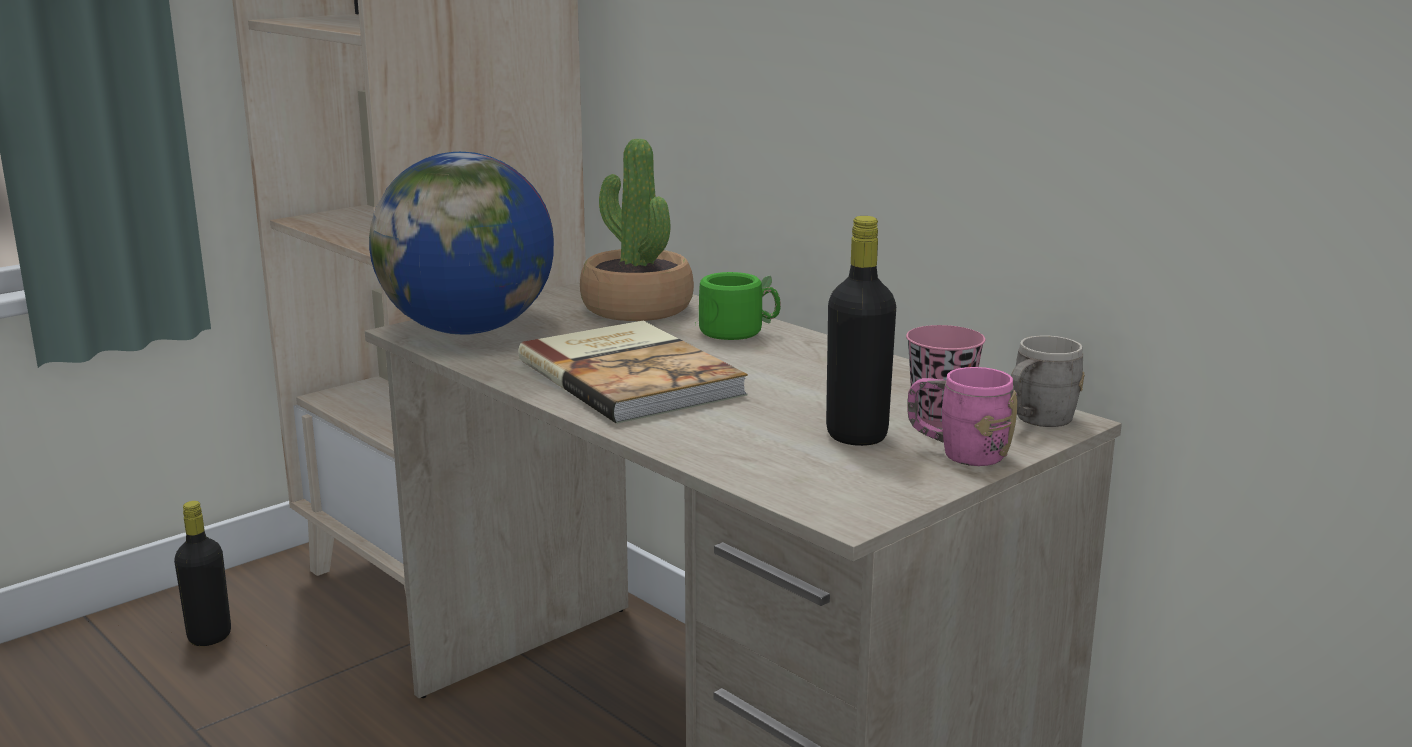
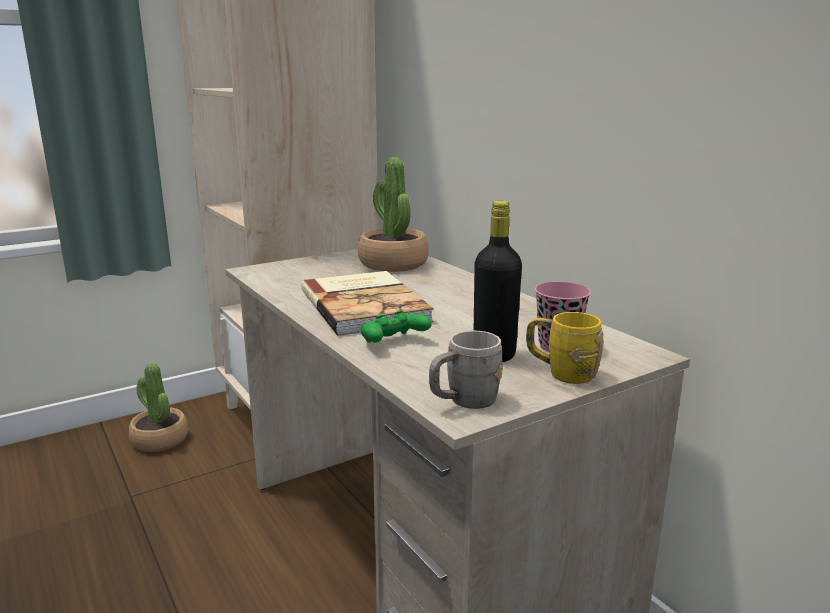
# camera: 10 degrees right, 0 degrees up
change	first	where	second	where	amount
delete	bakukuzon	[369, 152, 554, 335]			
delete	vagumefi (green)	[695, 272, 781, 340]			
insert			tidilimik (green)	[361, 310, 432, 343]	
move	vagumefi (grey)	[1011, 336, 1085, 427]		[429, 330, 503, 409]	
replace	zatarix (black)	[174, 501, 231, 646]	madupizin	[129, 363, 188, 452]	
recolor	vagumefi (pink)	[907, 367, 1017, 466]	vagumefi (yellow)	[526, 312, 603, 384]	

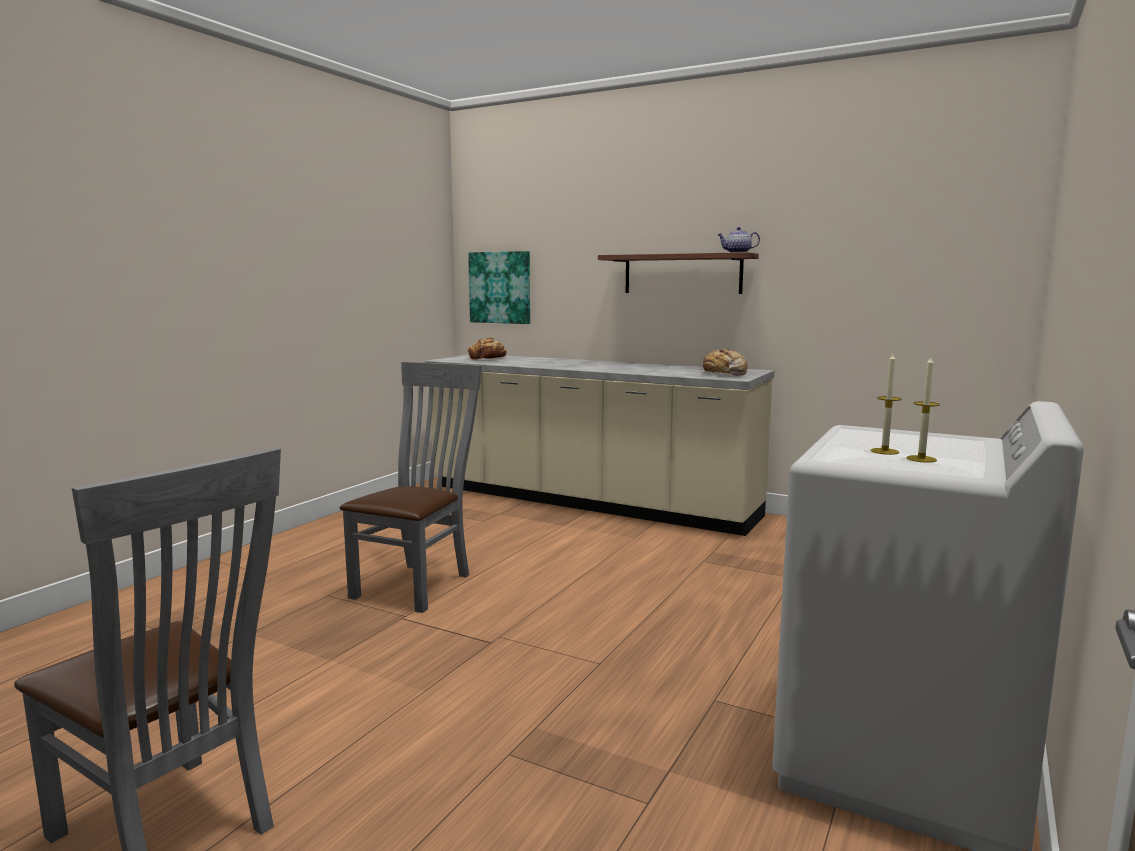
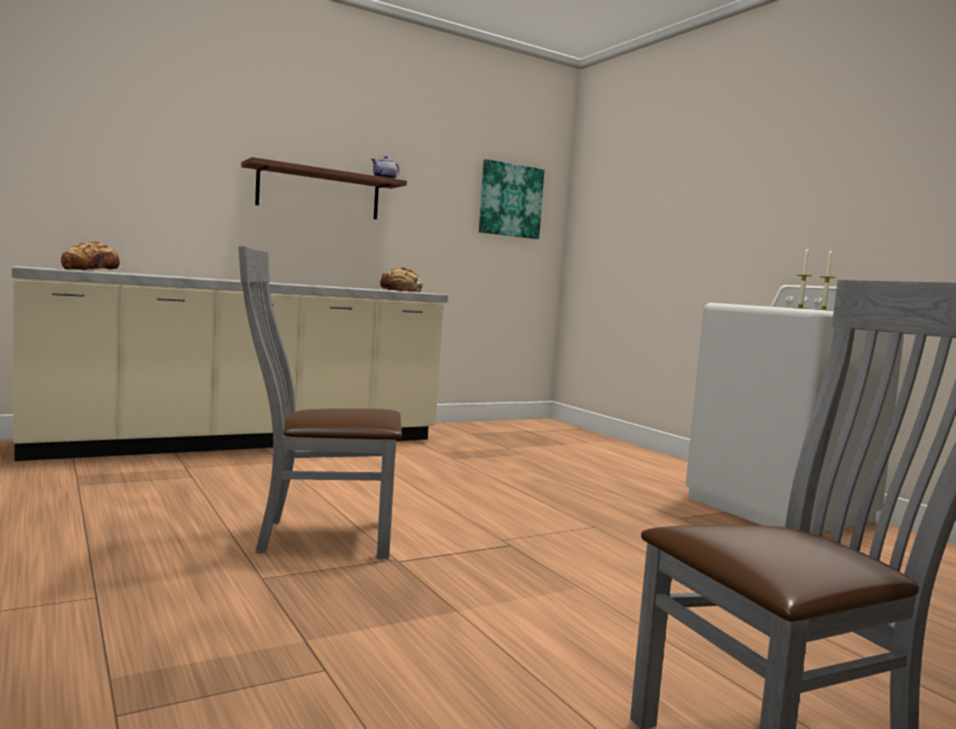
# camera: 60 degrees left, 5 degrees down
change	first	where	second	where	amount
move	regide	[468, 251, 530, 324]		[479, 159, 544, 239]	
rotate	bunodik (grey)	[340, 362, 482, 613]		[238, 246, 402, 559]	60 degrees counterclockwise

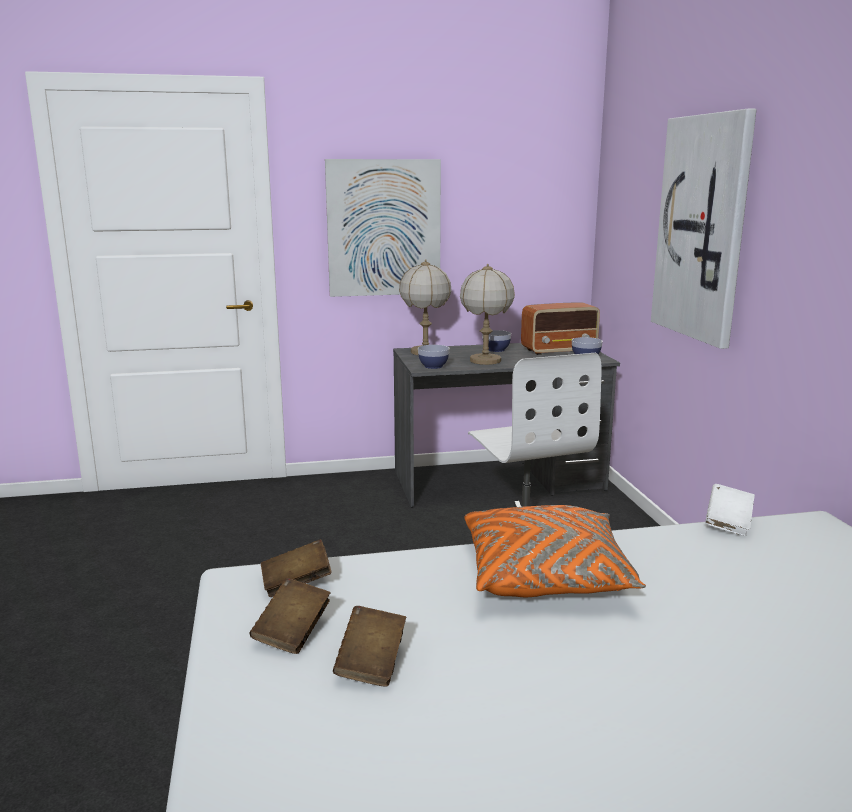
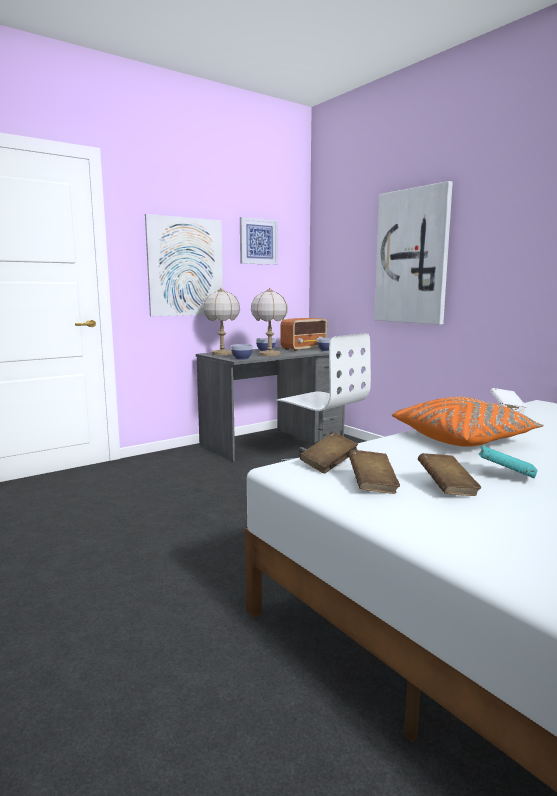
# camera: 25 degrees left, 5 degrees down
change	first	where	second	where	amount
insert			regide	[240, 217, 278, 265]	
insert			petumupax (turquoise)	[479, 445, 538, 478]	

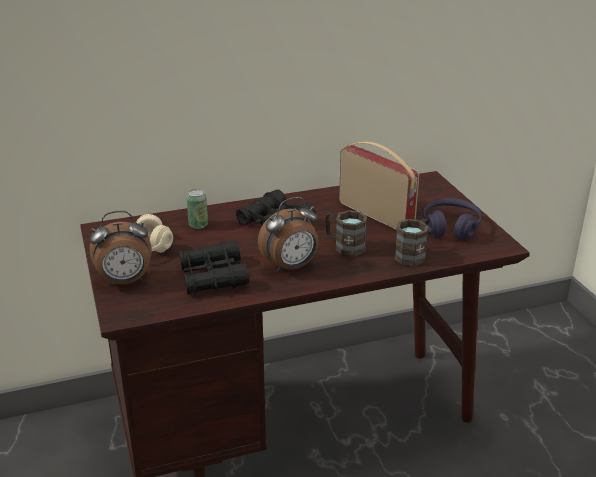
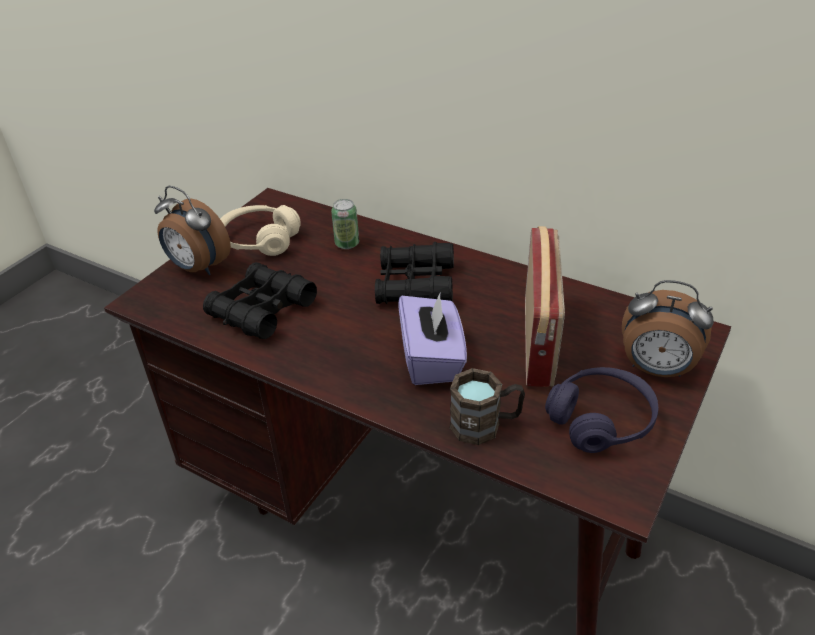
# camera: 50 degrees right, 10 degrees up
change	first	where	second	where	amount
move	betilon	[258, 197, 319, 272]		[622, 280, 714, 377]	
replace	vagumefi (brown)	[325, 210, 367, 257]	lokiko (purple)	[398, 291, 467, 385]	

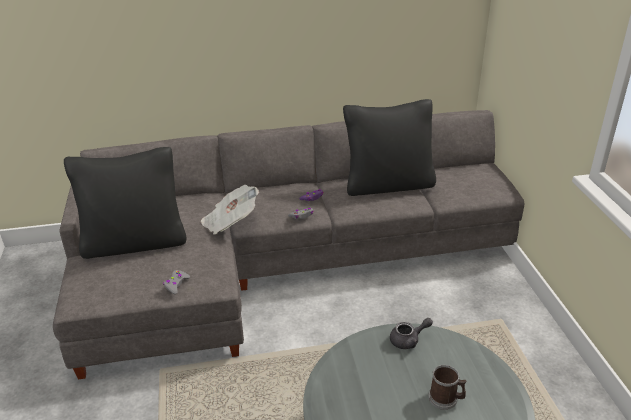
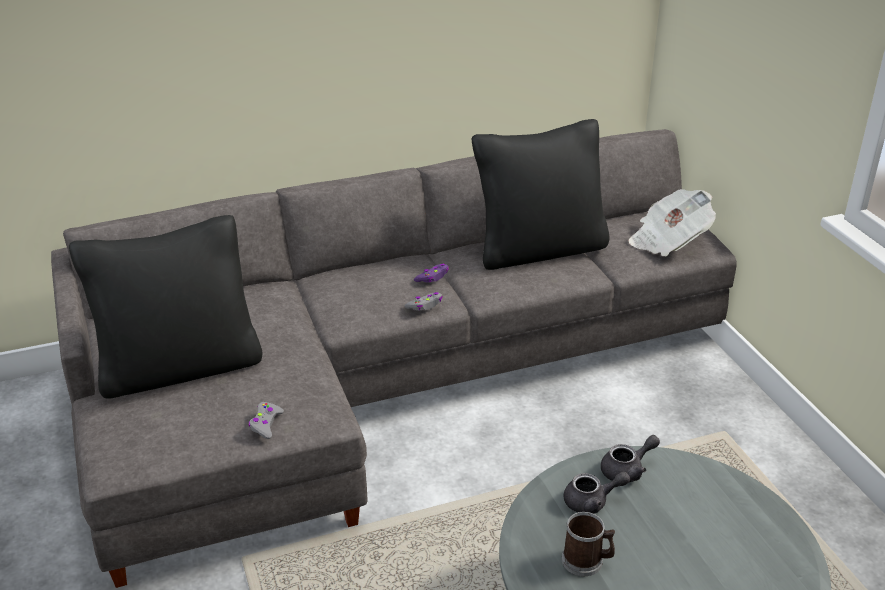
# camera: 10 degrees left, 0 degrees up
change	first	where	second	where	amount
insert			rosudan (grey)	[564, 472, 630, 514]	
move	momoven	[201, 185, 259, 235]		[628, 189, 716, 256]	
move	vagumefi	[428, 365, 466, 410]		[562, 512, 615, 576]	

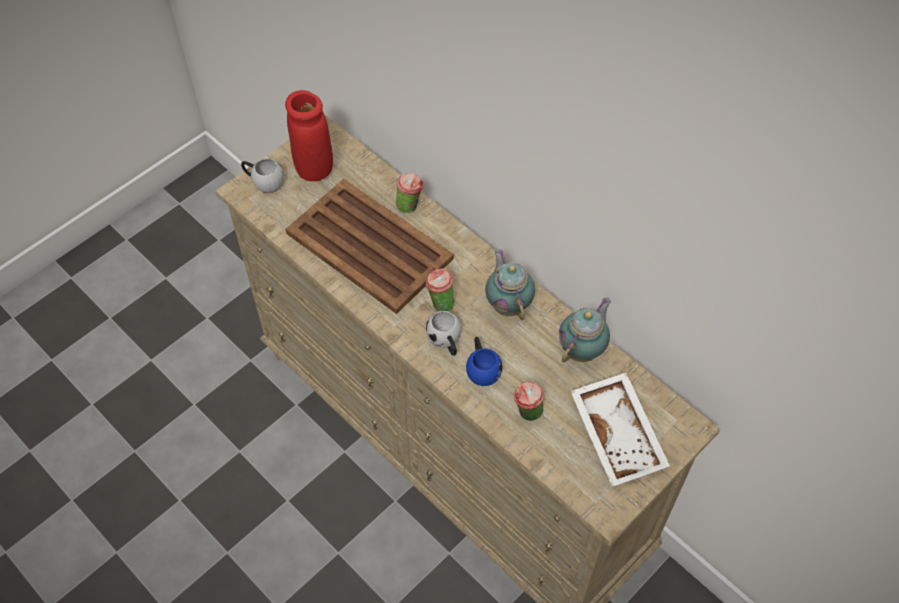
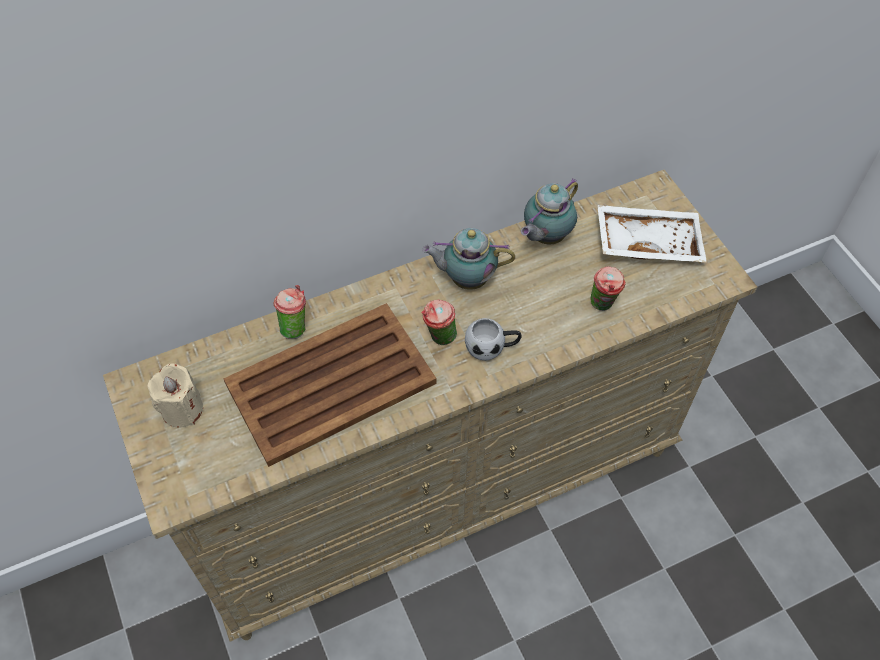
# camera: 70 degrees left, 0 degrees up
change	first	where	second	where	amount
delete	vagumefi (white)	[241, 158, 284, 193]			
delete	vagumefi (blue)	[466, 337, 502, 386]			
replace	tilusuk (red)	[285, 90, 333, 181]	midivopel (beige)	[148, 364, 203, 428]	
rotate	rosudan	[559, 298, 611, 362]		[521, 179, 578, 244]	105 degrees counterclockwise

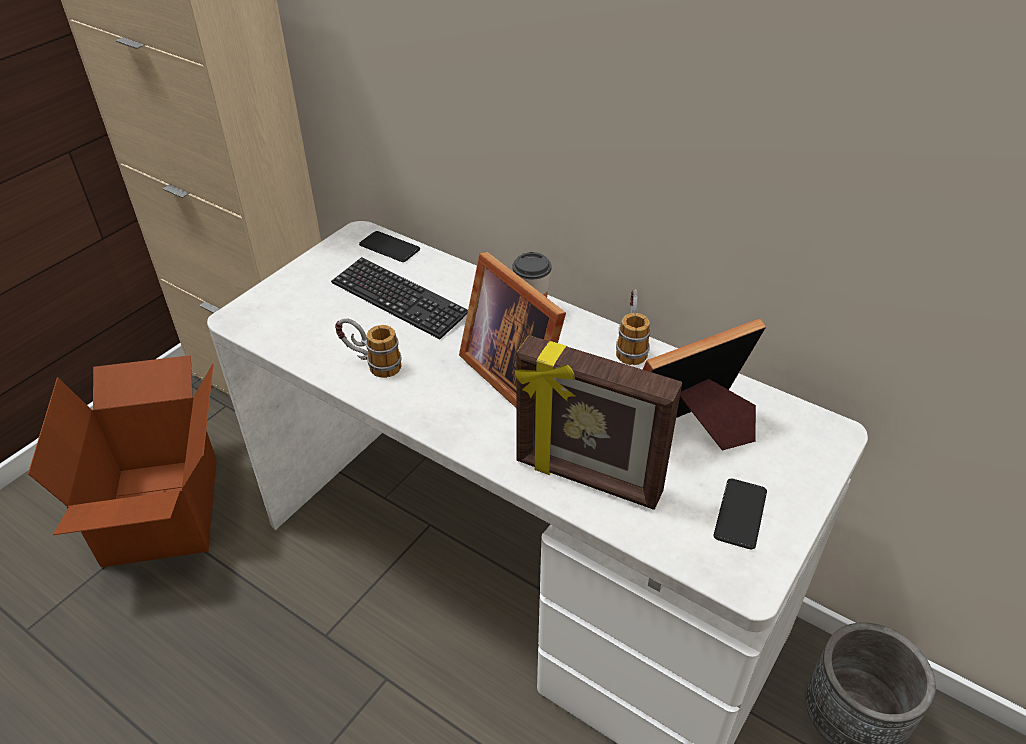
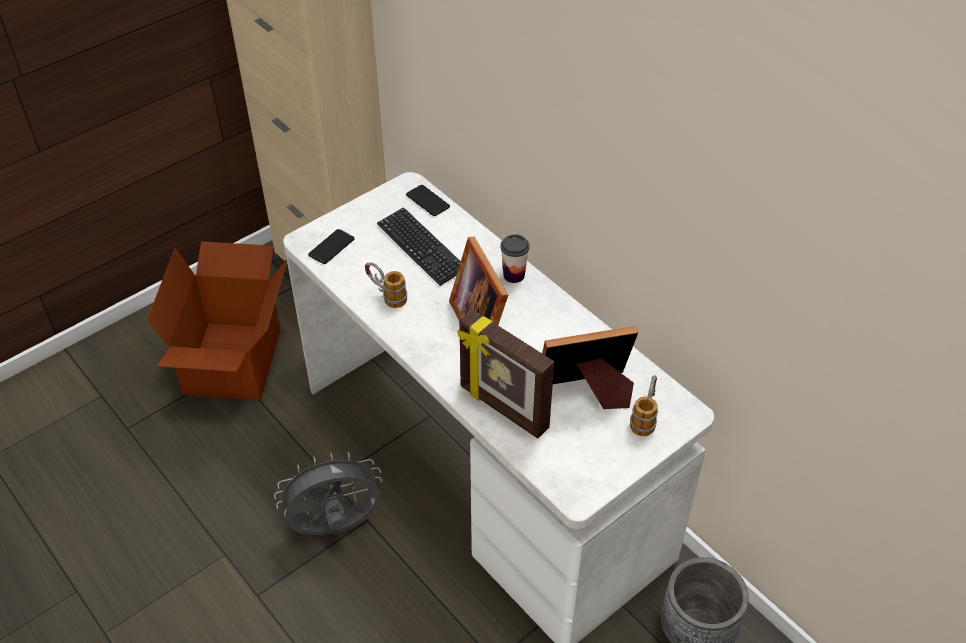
# camera: 15 degrees right, 5 degrees up
change	first	where	second	where	amount
insert			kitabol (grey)	[274, 452, 382, 535]	
move	vagumefi	[616, 289, 651, 365]		[630, 375, 658, 436]	
move	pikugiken	[713, 479, 767, 549]		[308, 229, 355, 264]	

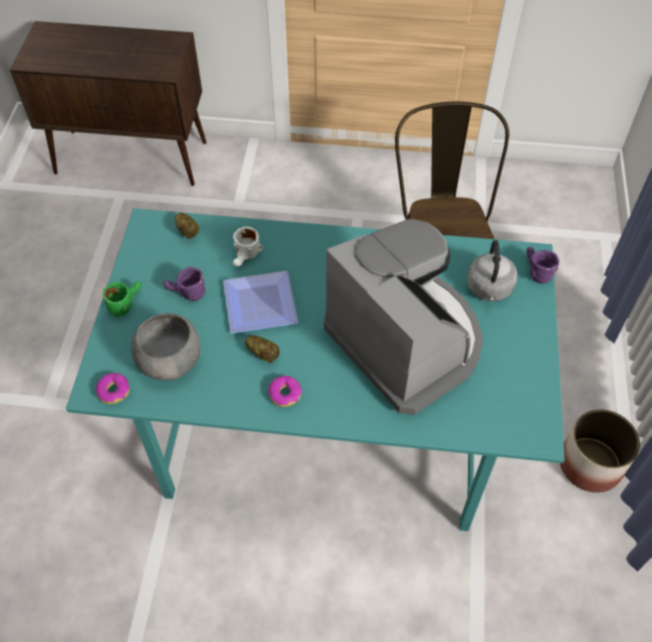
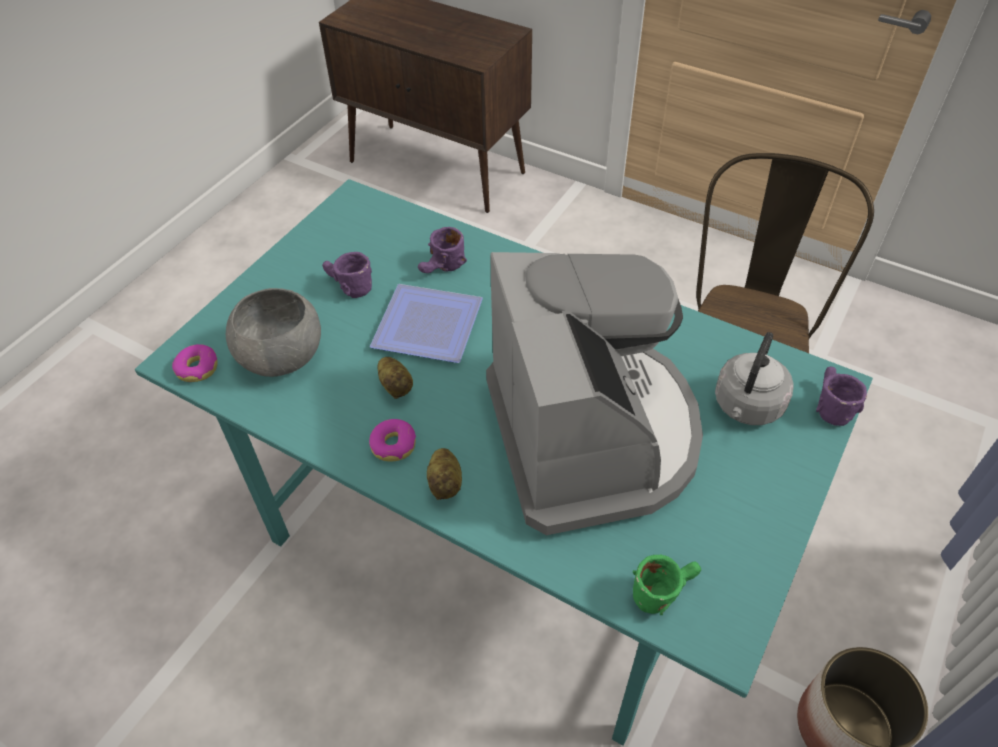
# camera: 25 degrees right, 5 degrees down
change	first	where	second	where	amount
move	vagumefi (green)	[103, 281, 142, 317]		[633, 555, 701, 615]	
move	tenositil	[175, 213, 199, 239]		[427, 448, 462, 500]	
recolor	vagumefi (white)	[233, 227, 263, 266]	vagumefi (purple)	[418, 227, 467, 273]	

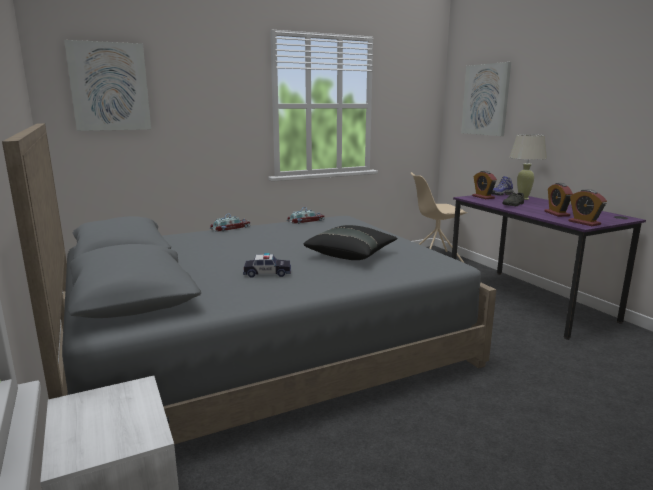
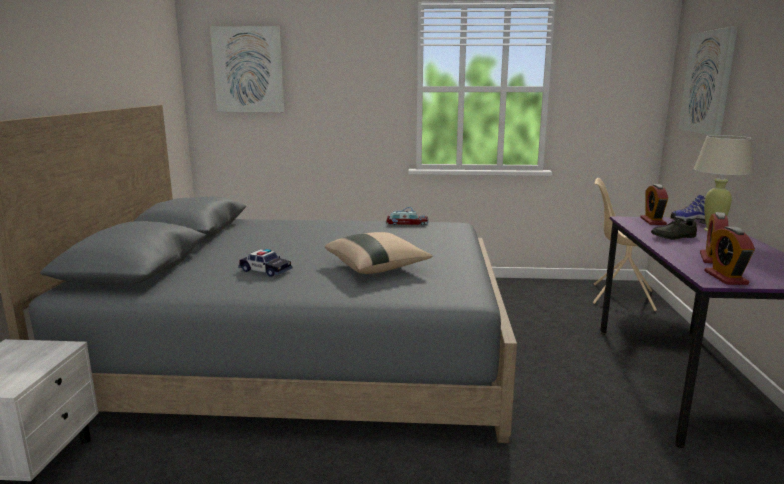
# camera: 30 degrees right, 0 degrees up
change	first	where	second	where	amount
delete	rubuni	[210, 213, 251, 232]			
recolor	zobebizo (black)	[304, 225, 397, 260]	zobebizo (beige)	[325, 232, 433, 274]	

